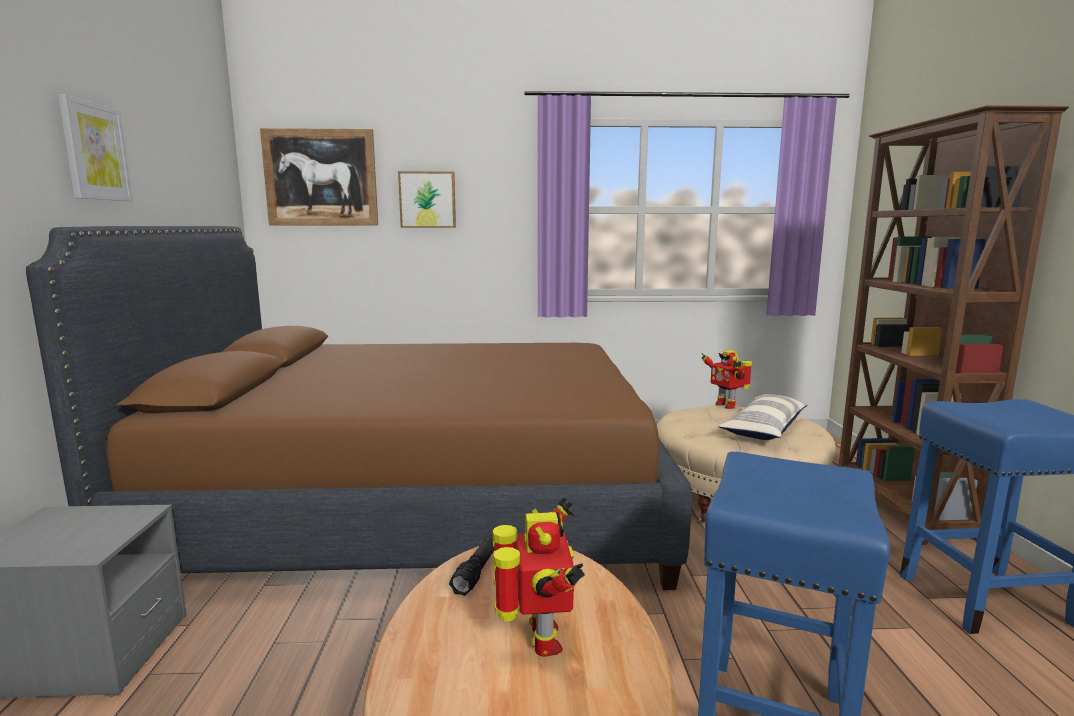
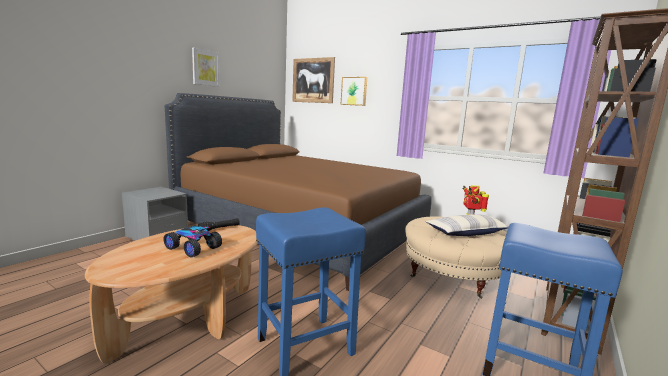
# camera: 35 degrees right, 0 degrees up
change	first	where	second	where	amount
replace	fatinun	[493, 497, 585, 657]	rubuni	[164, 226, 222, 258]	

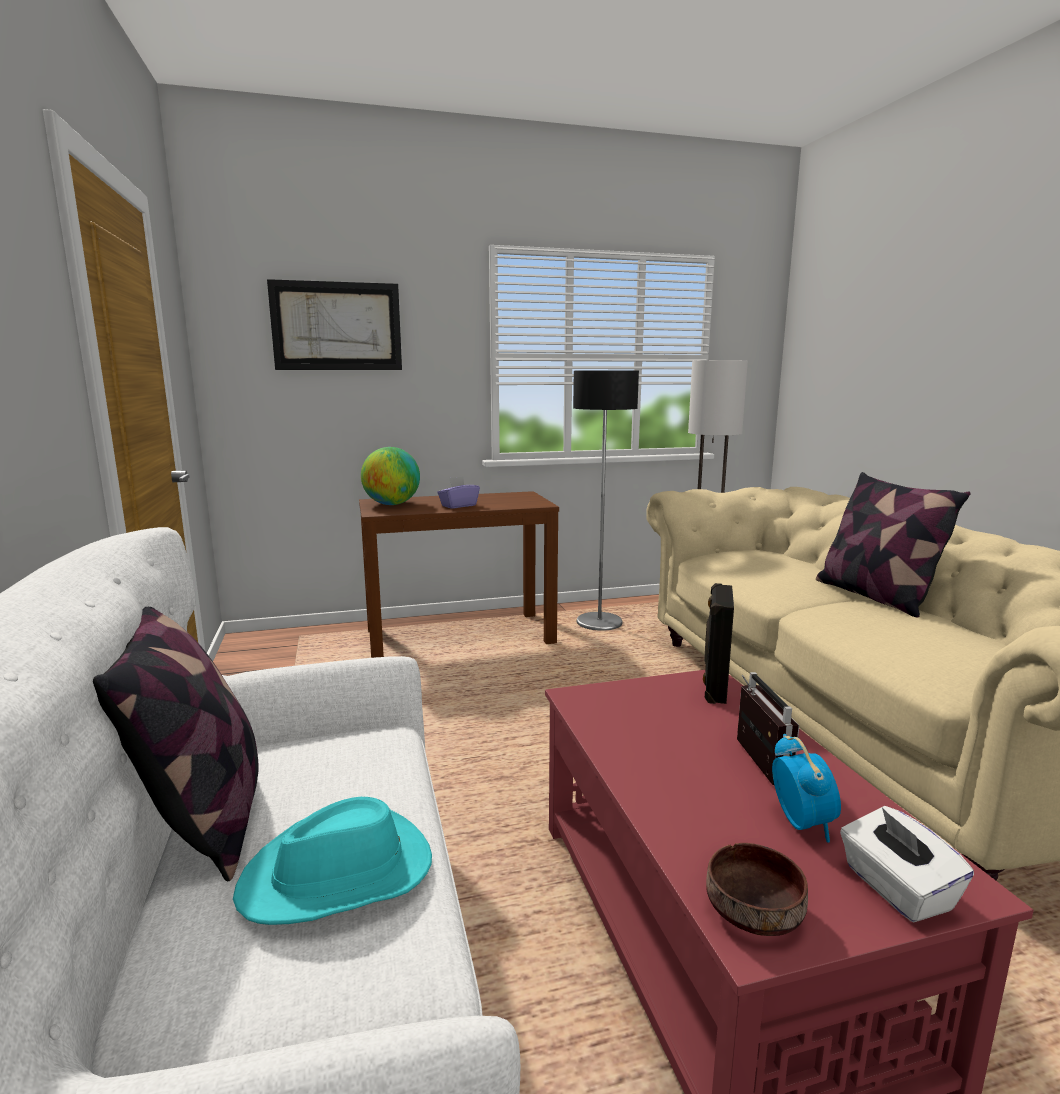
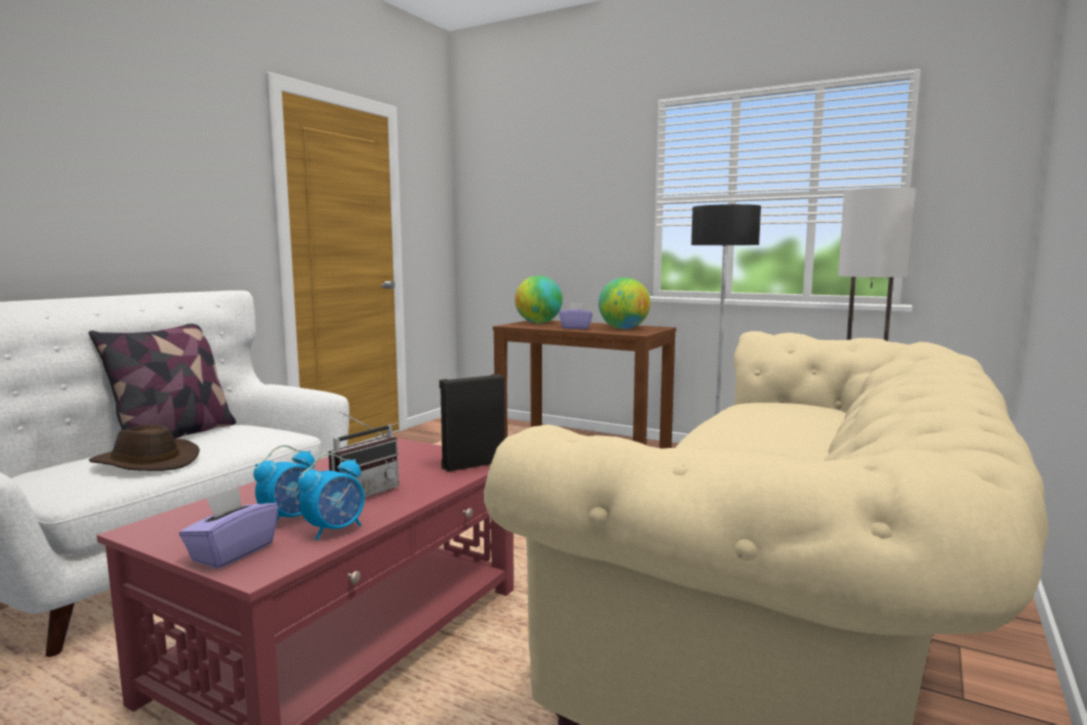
# camera: 45 degrees right, 5 degrees down
change	first	where	second	where	amount
delete	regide	[267, 279, 402, 370]			
delete	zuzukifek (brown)	[706, 843, 808, 936]			
delete	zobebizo	[816, 472, 971, 618]			
insert			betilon	[298, 453, 365, 541]	
insert			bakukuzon	[599, 277, 650, 329]	
recolor	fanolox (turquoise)	[233, 797, 432, 925]	fanolox (brown)	[89, 424, 200, 471]	
recolor	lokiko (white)	[840, 806, 974, 923]	lokiko (purple)	[179, 487, 279, 569]	

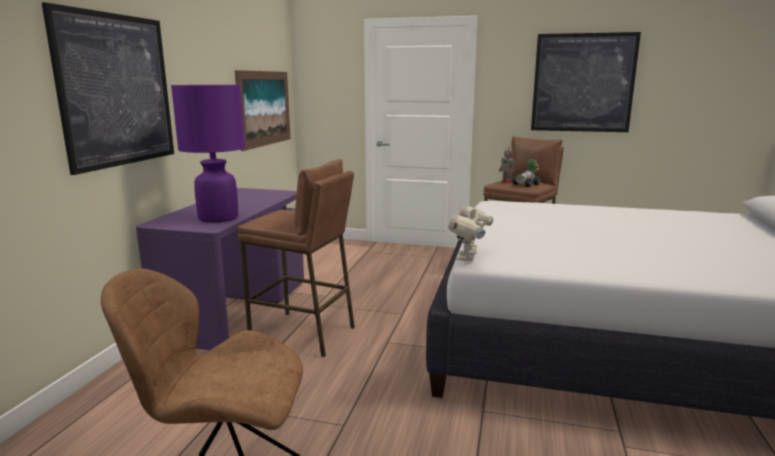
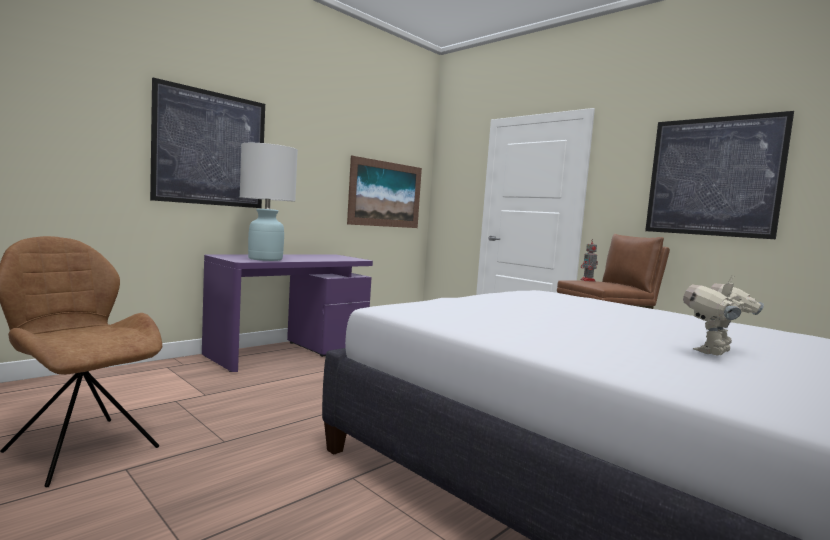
# camera: 30 degrees right, 10 degrees down
change	first	where	second	where	amount
delete	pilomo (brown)	[237, 159, 355, 357]			
delete	rubuni	[512, 160, 541, 187]			
move	fatinun	[448, 204, 493, 262]		[683, 275, 764, 356]	
recolor	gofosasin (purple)	[171, 85, 245, 223]	gofosasin (white)	[240, 143, 298, 261]	

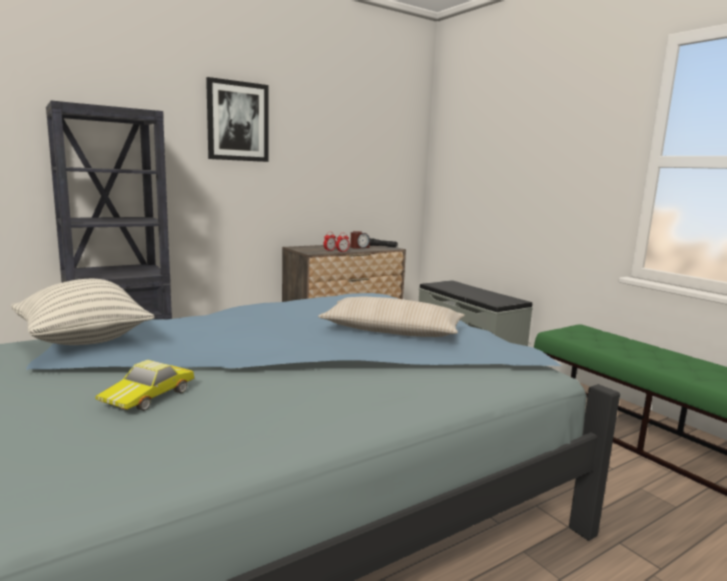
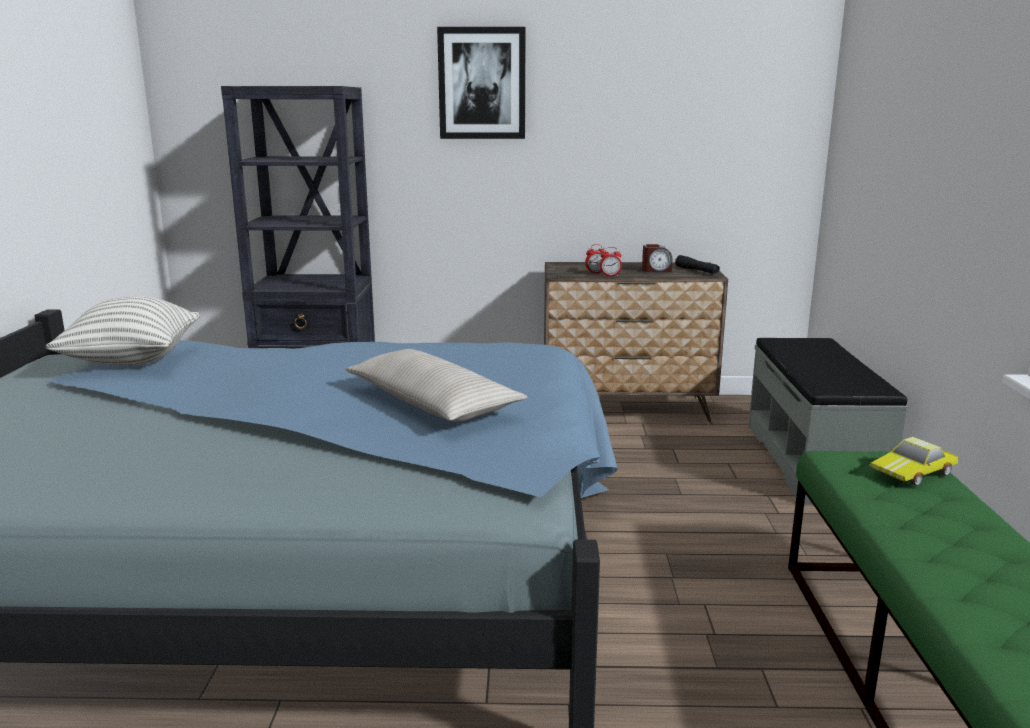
# camera: 35 degrees right, 5 degrees up
change	first	where	second	where	amount
move	rubuni	[96, 360, 194, 411]		[869, 437, 958, 486]	

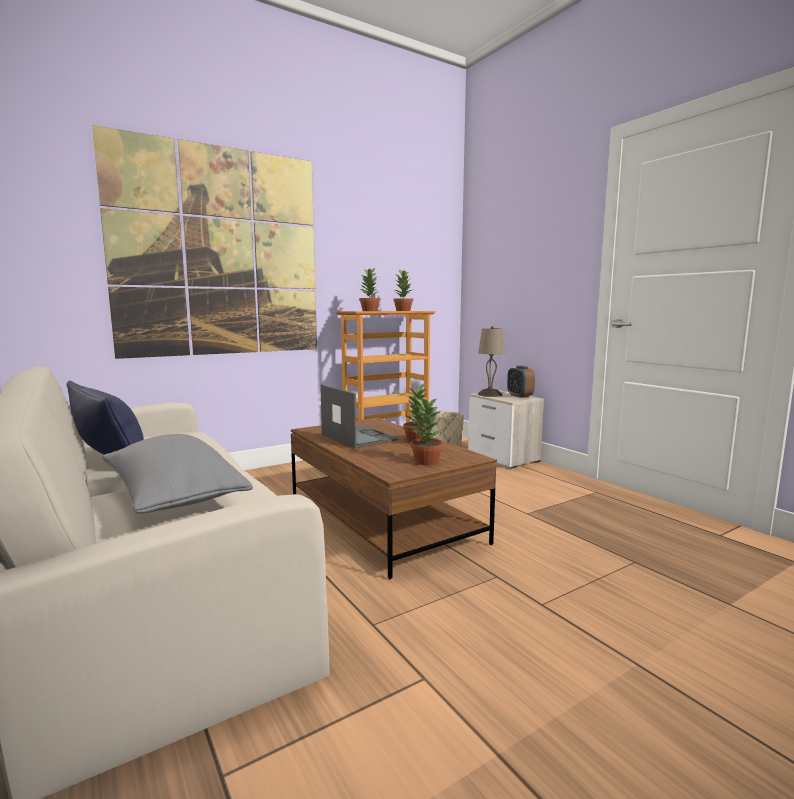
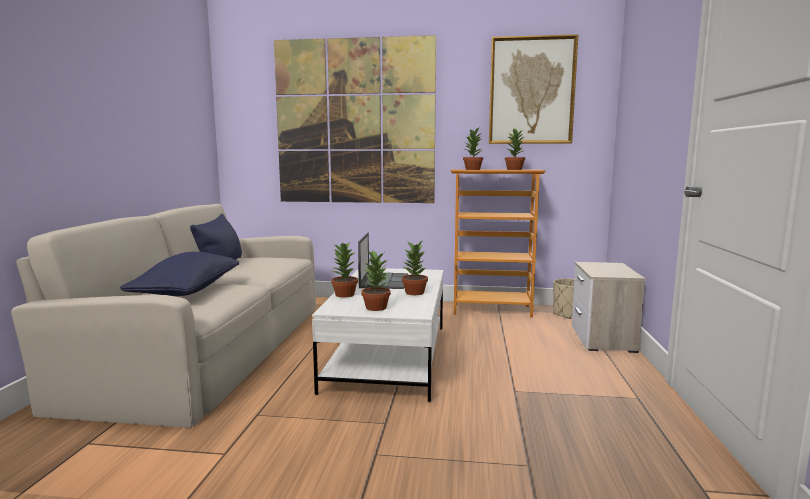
# camera: 40 degrees right, 0 degrees up
change	first	where	second	where	amount
delete	gofosasin (beige)	[478, 326, 505, 397]			
delete	betilon	[507, 366, 535, 398]			
insert			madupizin	[331, 242, 358, 297]	
insert			regide	[489, 34, 579, 144]	
recolor	zobebizo (grey)	[102, 434, 253, 514]	zobebizo (blue)	[120, 252, 239, 296]	
recolor	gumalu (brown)	[291, 418, 497, 579]	gumalu (white)	[312, 268, 443, 402]	

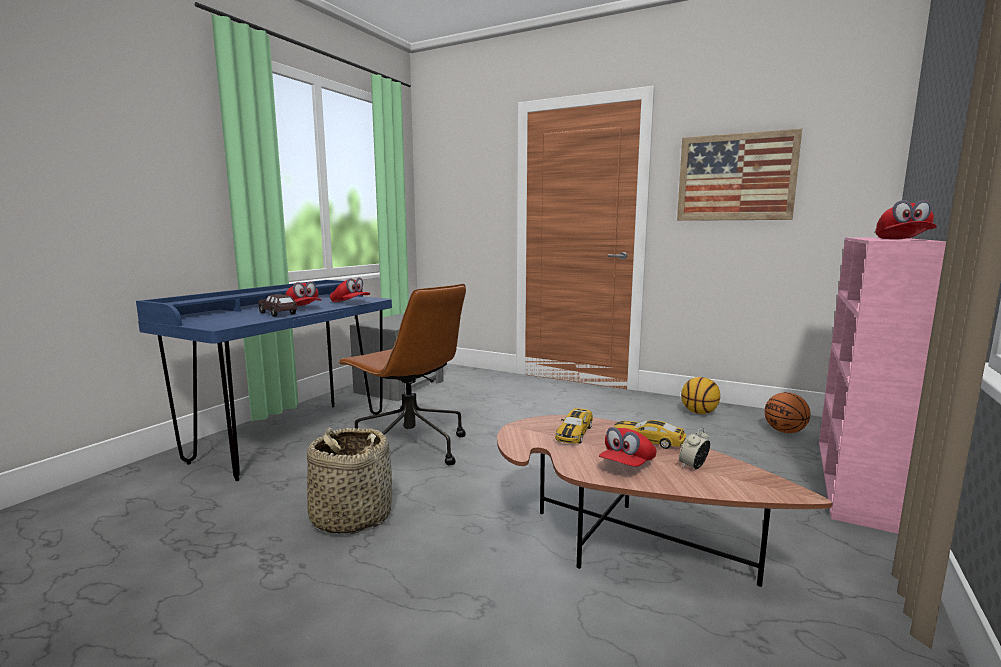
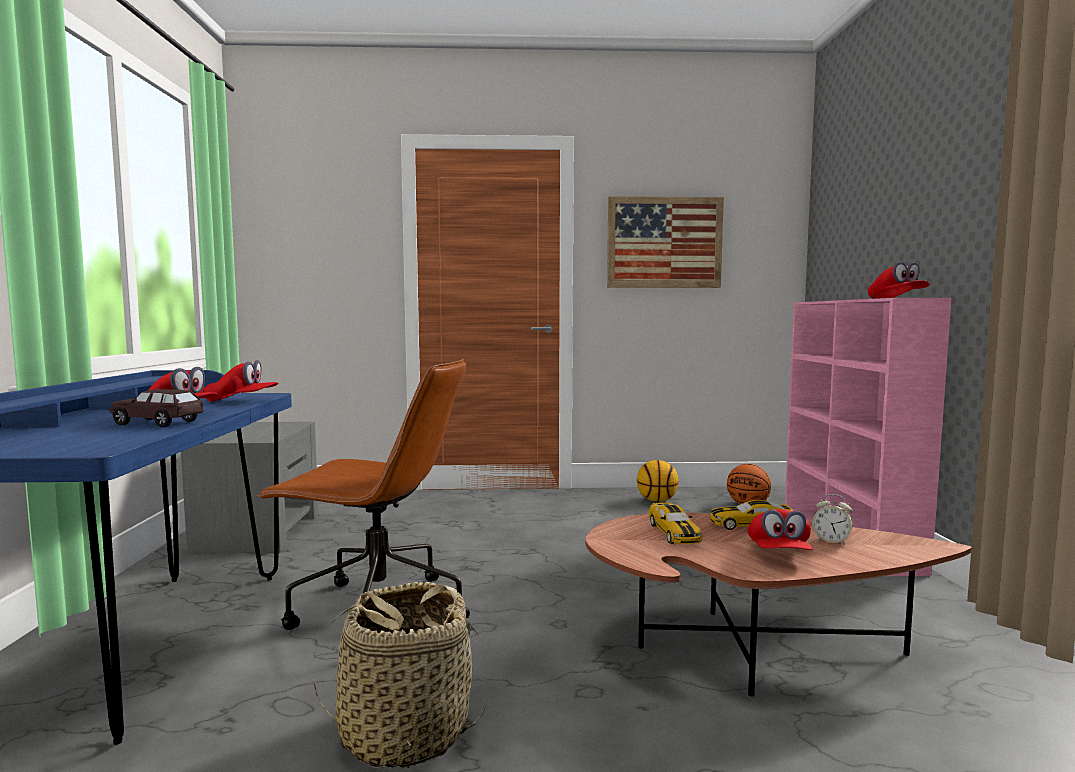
# camera: 30 degrees left, 5 degrees down
change	first	where	second	where	amount
rotate	betilon	[679, 428, 710, 469]		[812, 494, 853, 545]	75 degrees counterclockwise

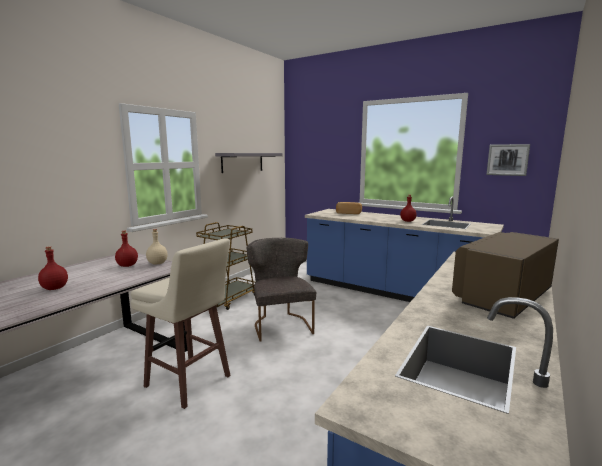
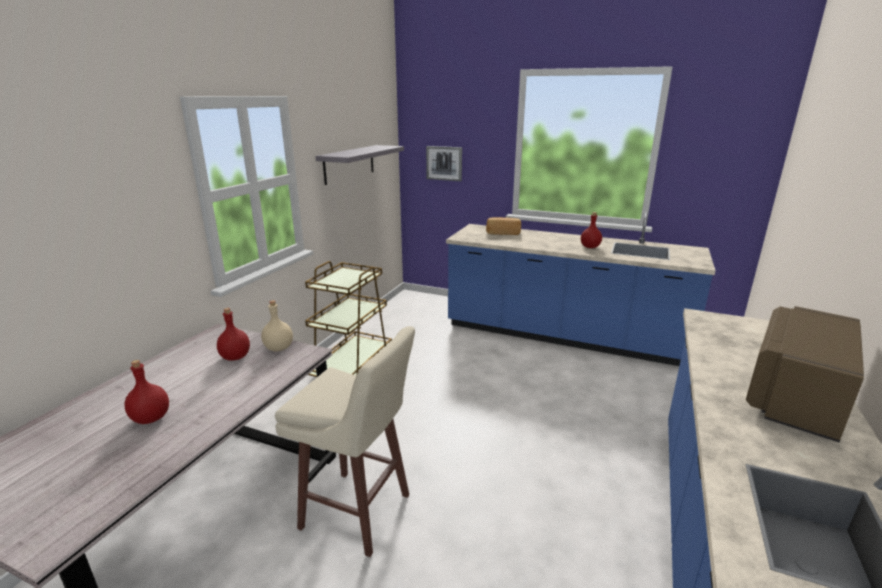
# camera: 10 degrees left, 10 degrees up
change	first	where	second	where	amount
delete	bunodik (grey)	[247, 238, 316, 341]			
move	regide	[486, 144, 530, 176]		[426, 146, 462, 181]	

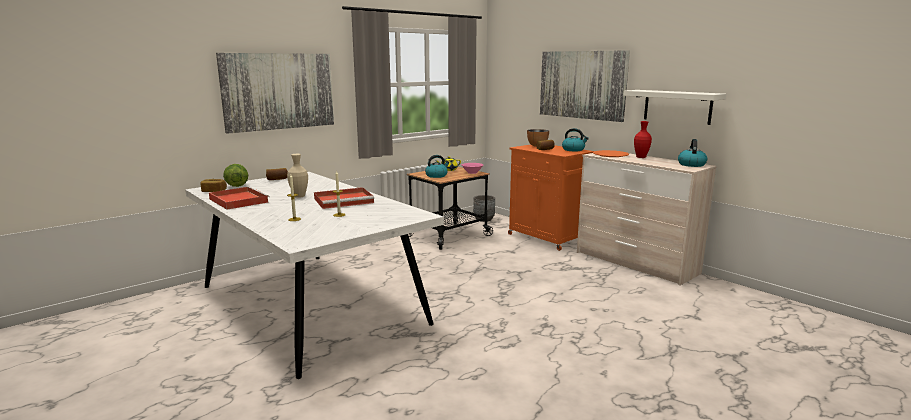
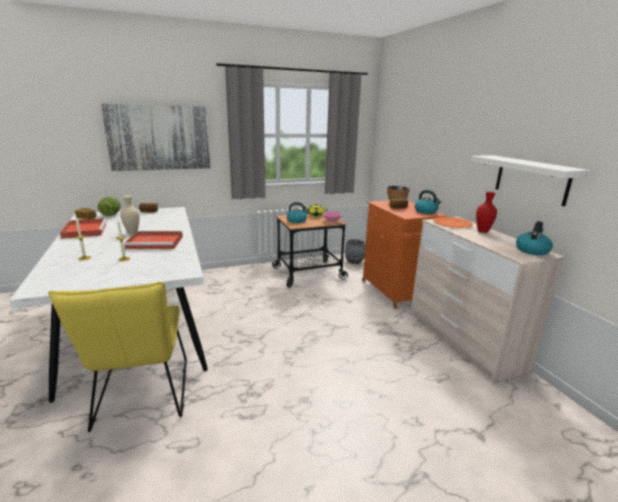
# camera: 20 degrees right, 5 degrees up
change	first	where	second	where	amount
delete	regide	[540, 50, 630, 122]			
insert			bunodik (yellow)	[48, 282, 187, 432]	

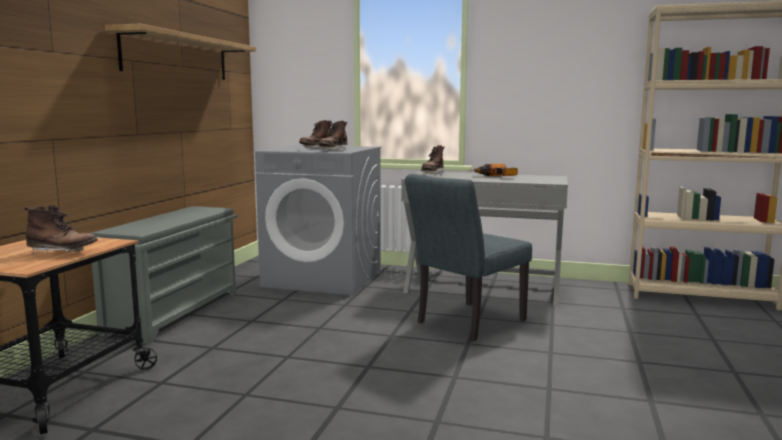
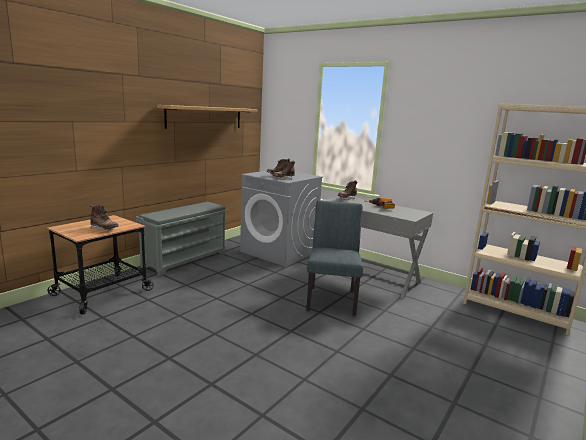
# camera: 20 degrees right, 5 degrees up
change	first	where	second	where	amount
rotate	bunodik (grey)	[405, 174, 532, 341]		[307, 201, 363, 316]	120 degrees clockwise

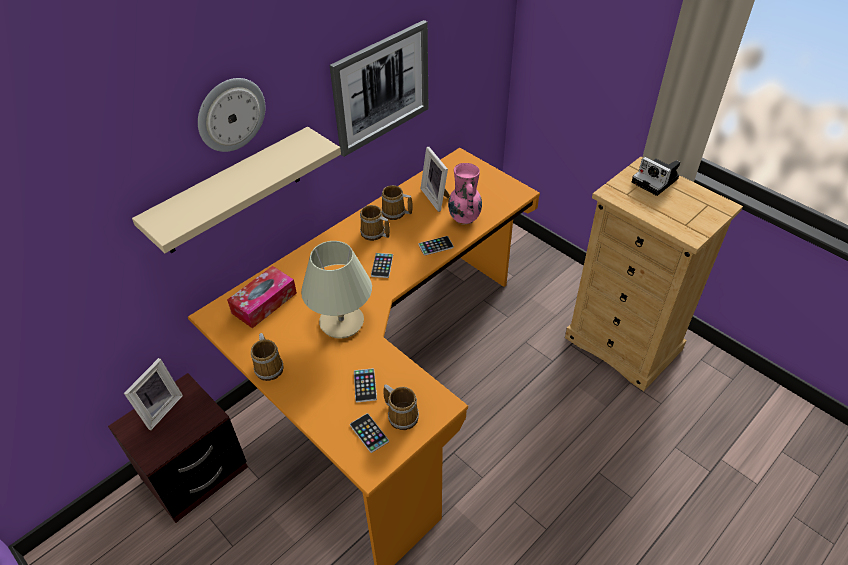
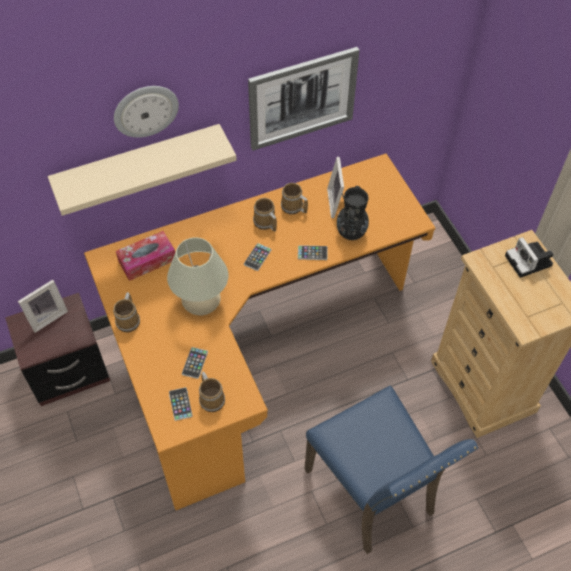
# camera: 20 degrees right, 10 degrees up
change	first	where	second	where	amount
insert			bunodik (blue)	[305, 386, 478, 554]	
recolor	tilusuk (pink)	[448, 163, 482, 225]	tilusuk (black)	[337, 186, 369, 240]	

